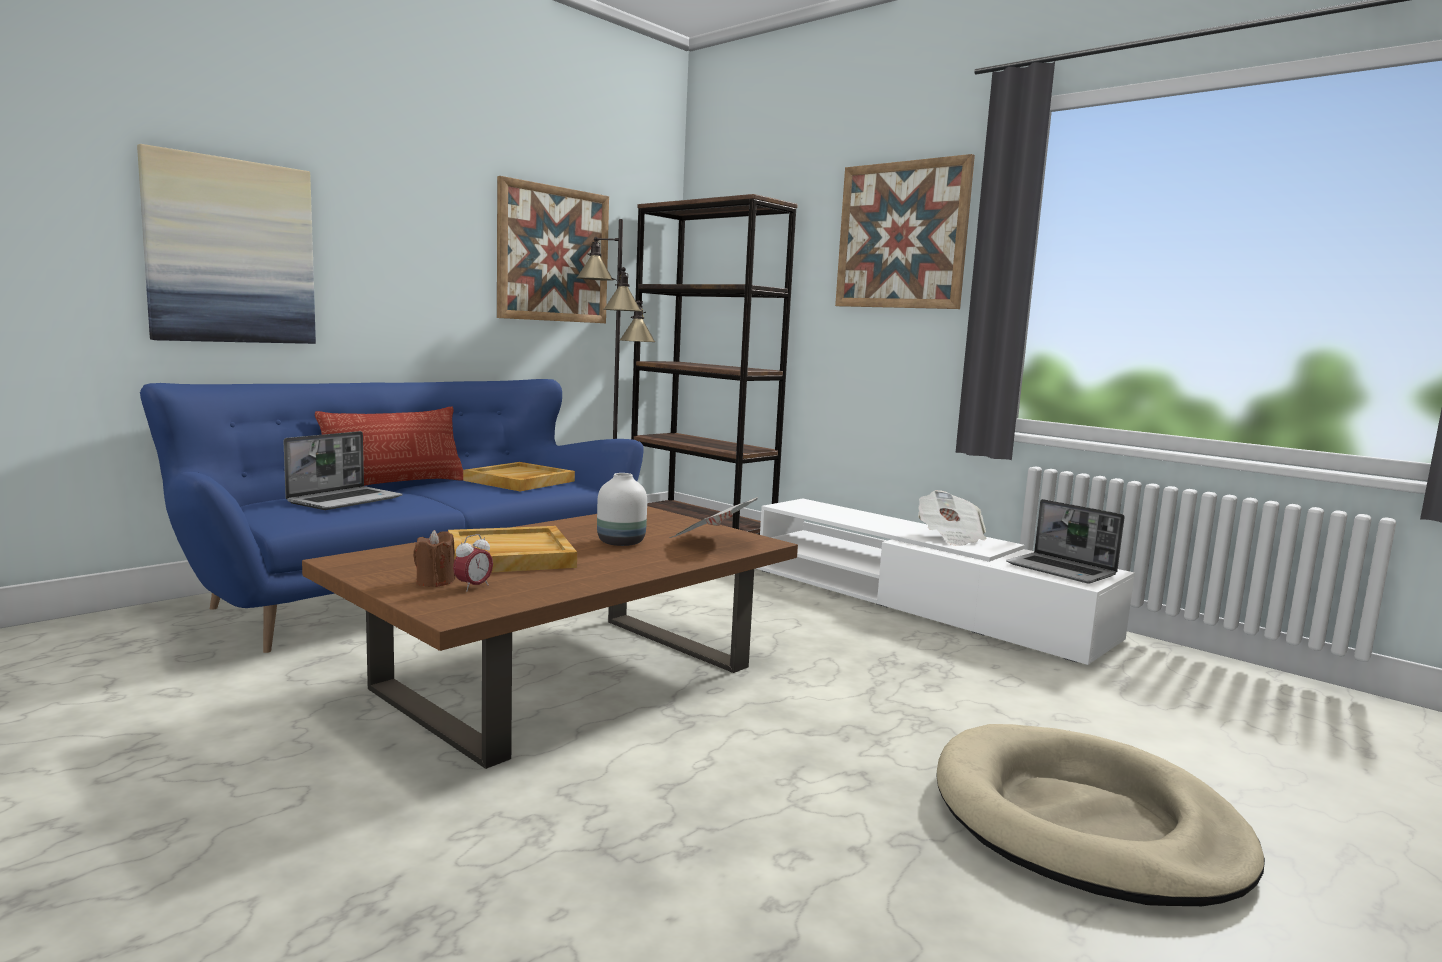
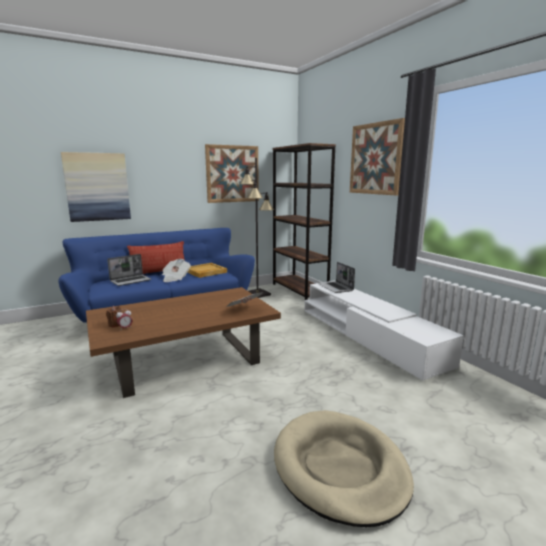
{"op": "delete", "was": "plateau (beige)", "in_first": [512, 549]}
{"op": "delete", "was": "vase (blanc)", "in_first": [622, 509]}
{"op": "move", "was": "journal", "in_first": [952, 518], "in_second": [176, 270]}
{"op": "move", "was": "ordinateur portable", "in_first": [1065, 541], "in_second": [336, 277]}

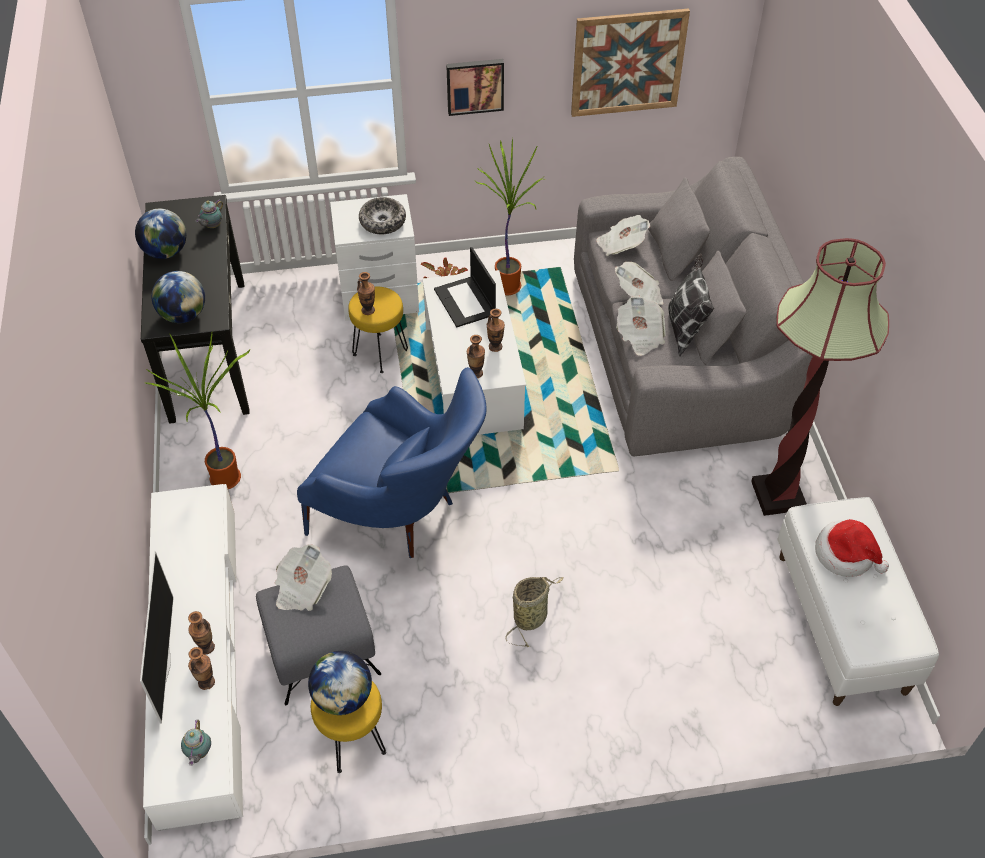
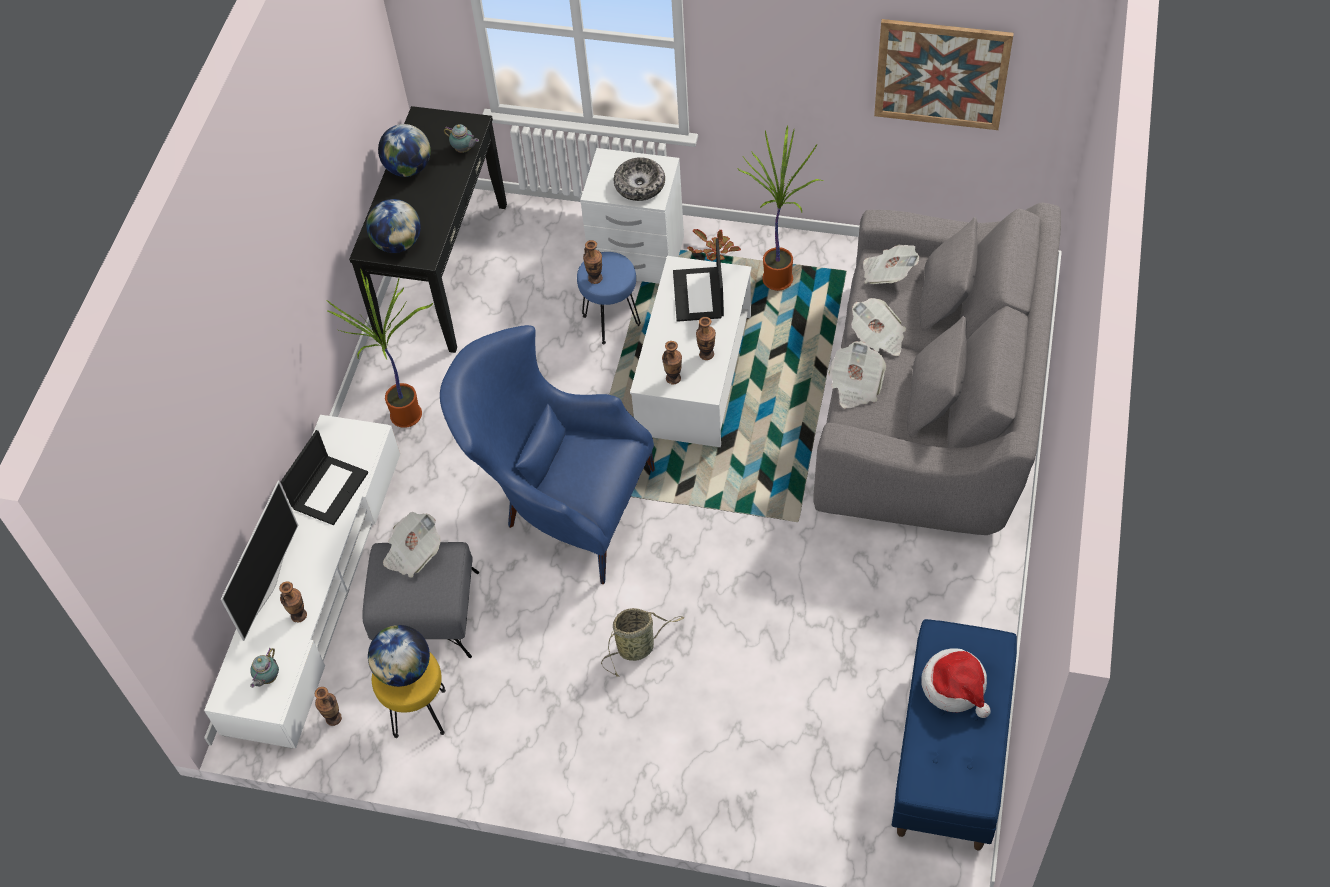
{"op": "move", "was": "vase", "in_first": [201, 633], "in_second": [328, 706]}
{"op": "rotate", "was": "théière", "in_first": [209, 214], "in_second": [461, 138], "clockwise": -120}
{"op": "rotate", "was": "fauteuil (bleu)", "in_first": [392, 462], "in_second": [547, 454], "clockwise": 150}
{"op": "recolor", "was": "tabouret (jaune)", "now": "tabouret (bleu)", "in_first": [378, 330], "in_second": [609, 298]}
{"op": "delete", "was": "tableau", "in_first": [475, 87]}
{"op": "delete", "was": "coussin", "in_first": [691, 304]}
{"op": "delete", "was": "lampadaire", "in_first": [820, 377]}
{"op": "recolor", "was": "banc (blanc)", "now": "banc (bleu)", "in_first": [858, 601], "in_second": [954, 735]}
{"op": "insert", "now": "ordinateur portable", "in_second": [324, 477]}

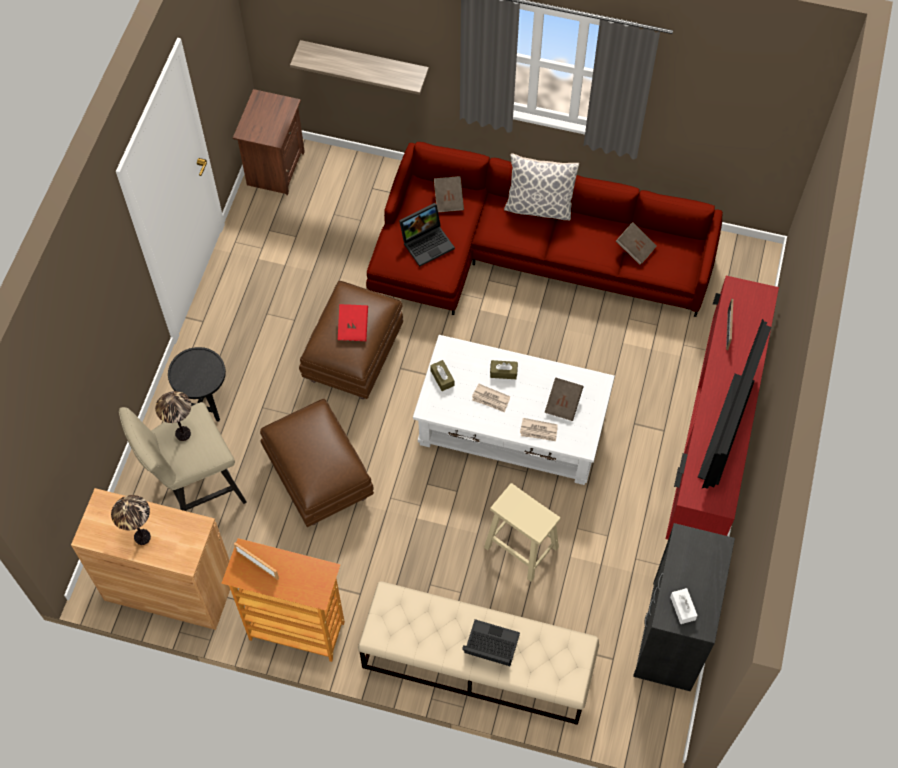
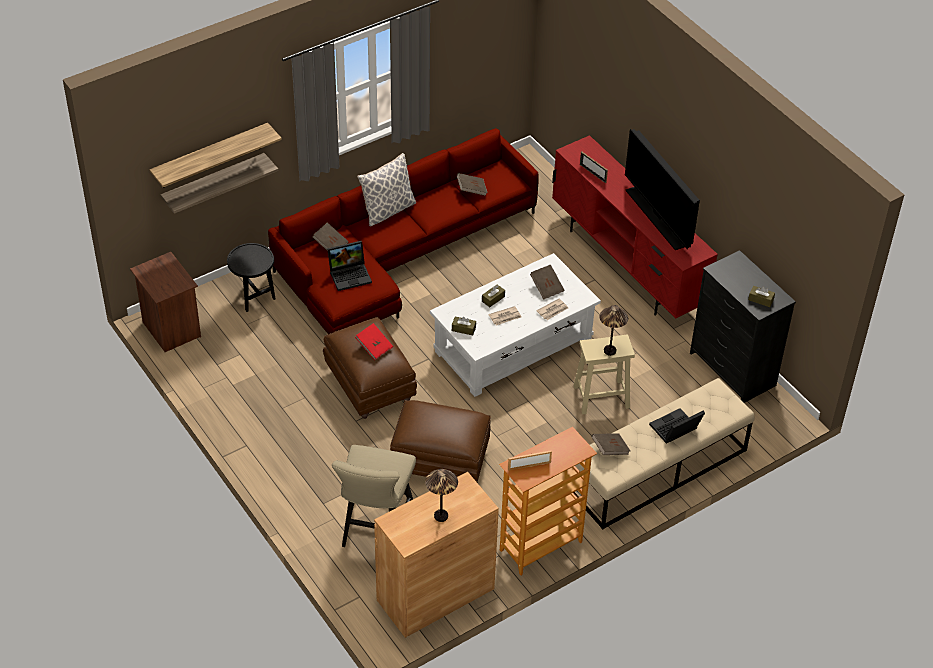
{"op": "move", "was": "lampe de table", "in_first": [173, 416], "in_second": [613, 330]}
{"op": "move", "was": "table d'appoint (noir)", "in_first": [197, 384], "in_second": [251, 277]}
{"op": "rotate", "was": "ordinateur portable", "in_first": [427, 235], "in_second": [349, 266], "clockwise": 60}
{"op": "recolor", "was": "boîte à mouchoirs (blanc)", "now": "boîte à mouchoirs (marron)", "in_first": [684, 606], "in_second": [761, 296]}
{"op": "insert", "now": "étagère", "in_second": [215, 155]}
{"op": "insert", "now": "livre (marron)", "in_second": [611, 444]}

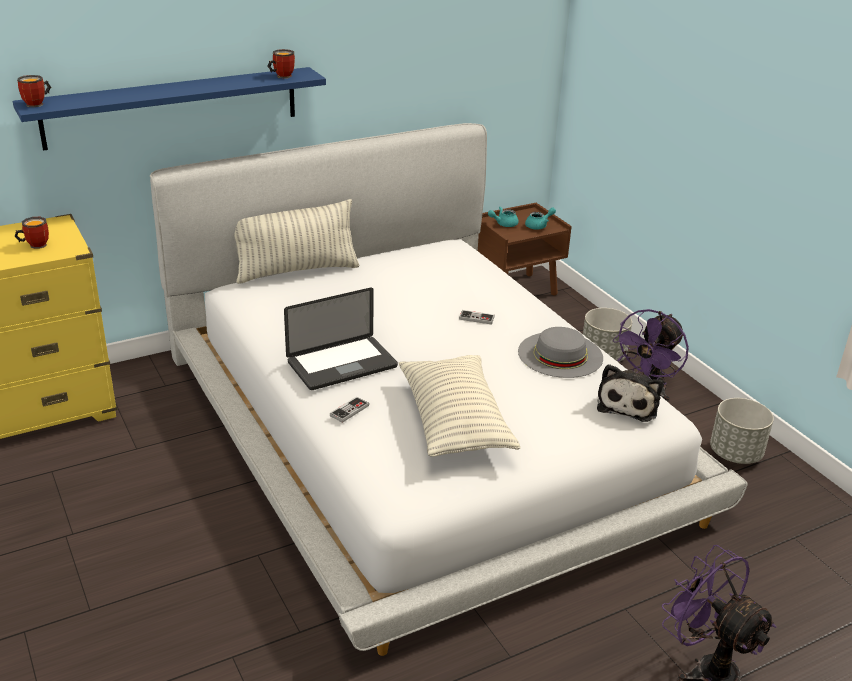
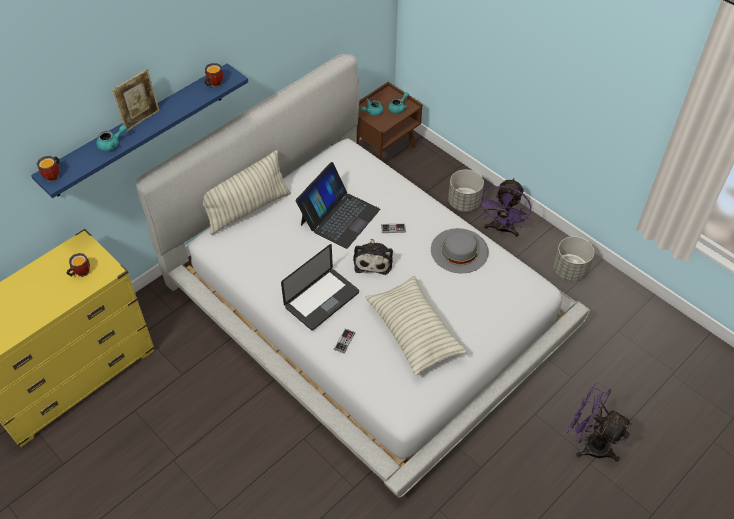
{"op": "move", "was": "peluche", "in_first": [630, 393], "in_second": [373, 257]}
{"op": "insert", "now": "théière (turquoise)", "in_second": [112, 138]}
{"op": "insert", "now": "cadre photo", "in_second": [136, 100]}
{"op": "insert", "now": "ordinateur portable", "in_second": [338, 205]}

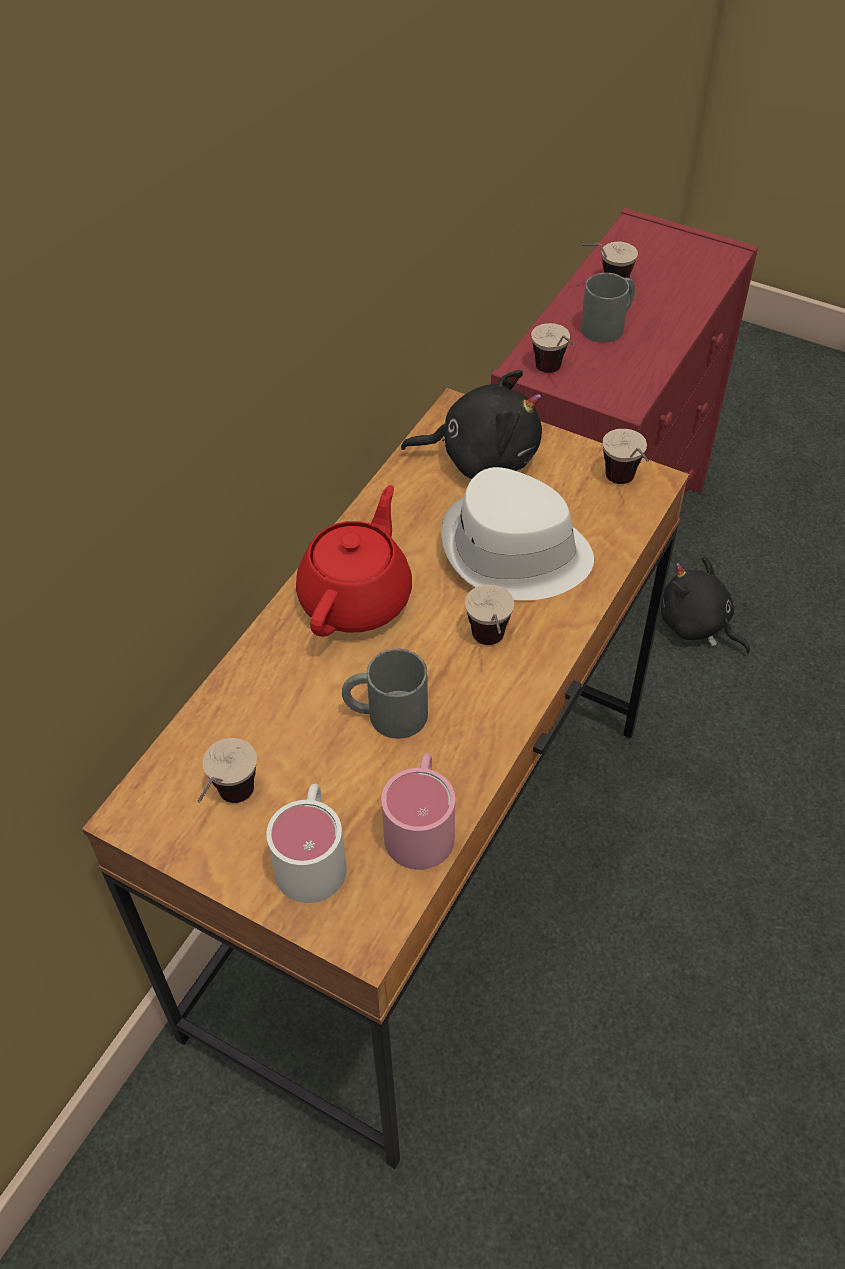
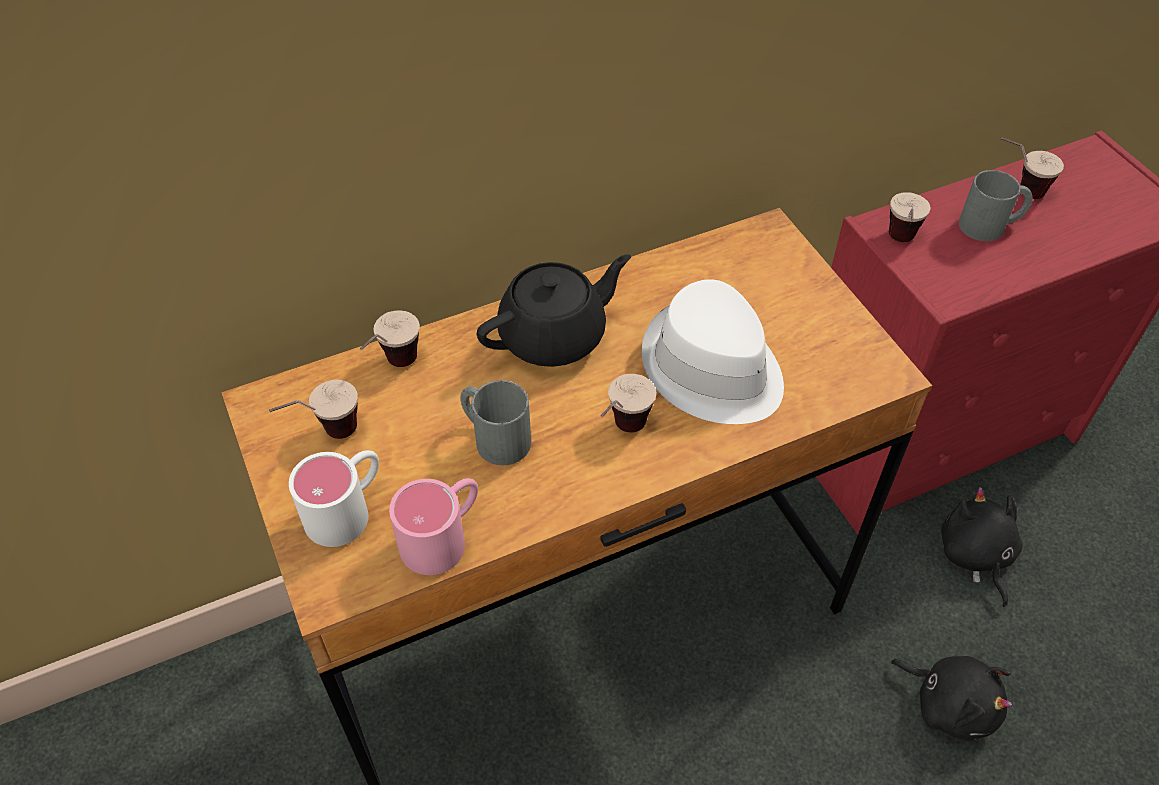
{"op": "recolor", "was": "théière (rouge)", "now": "théière (noir)", "in_first": [354, 561], "in_second": [553, 310]}
{"op": "move", "was": "peluche (noir)", "in_first": [471, 424], "in_second": [951, 698]}
{"op": "move", "was": "tasse", "in_first": [626, 456], "in_second": [390, 338]}

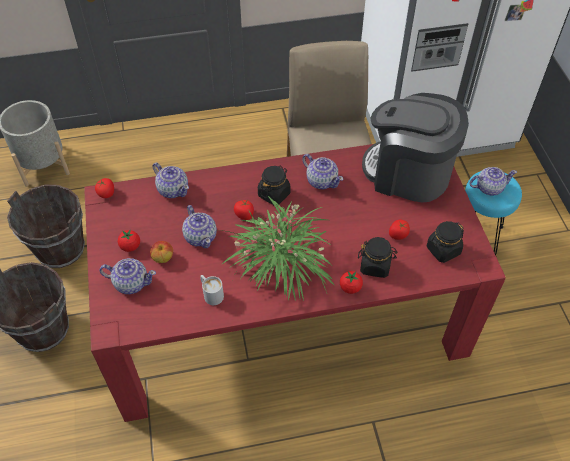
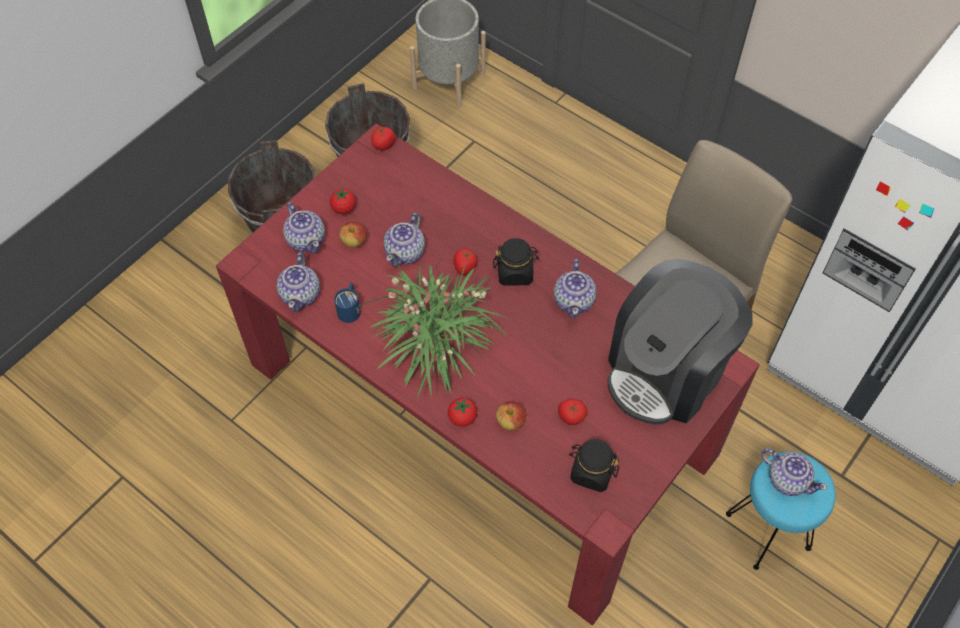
{"op": "move", "was": "théière", "in_first": [170, 180], "in_second": [298, 282]}
{"op": "recolor", "was": "mug (blanc)", "now": "mug (bleu)", "in_first": [212, 290], "in_second": [347, 303]}
{"op": "replace", "was": "bocal (noir)", "now": "pomme", "in_first": [378, 257], "in_second": [511, 416]}
{"op": "rotate", "was": "machine à café", "in_first": [415, 148], "in_second": [680, 342], "clockwise": -120}

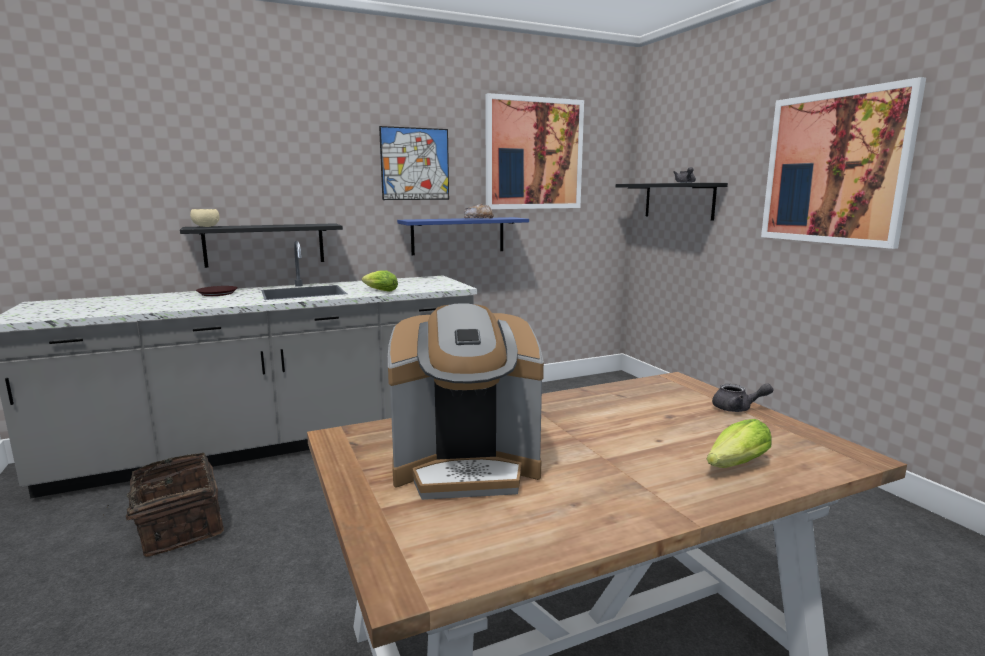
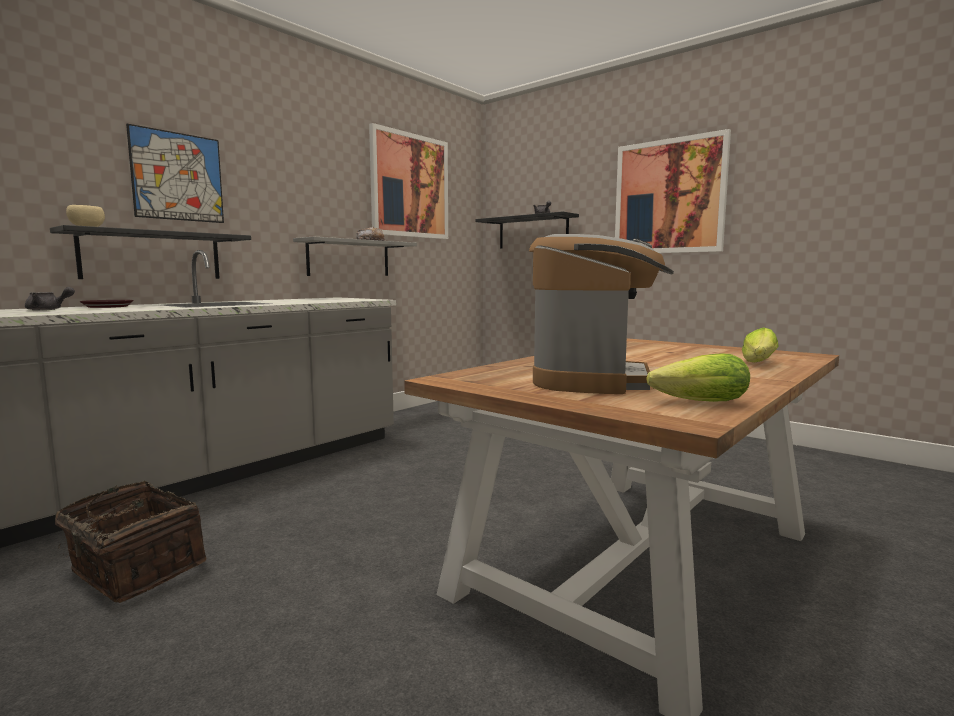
{"op": "move", "was": "laitue", "in_first": [380, 280], "in_second": [698, 377]}
{"op": "move", "was": "tableau", "in_first": [414, 163], "in_second": [175, 173]}
{"op": "rotate", "was": "machine à café", "in_first": [466, 401], "in_second": [601, 314], "clockwise": -45}
{"op": "recolor", "was": "étagère (bleu)", "now": "étagère (gris)", "in_first": [463, 236], "in_second": [355, 256]}
{"op": "move", "was": "théière (gris)", "in_first": [742, 397], "in_second": [50, 298]}

